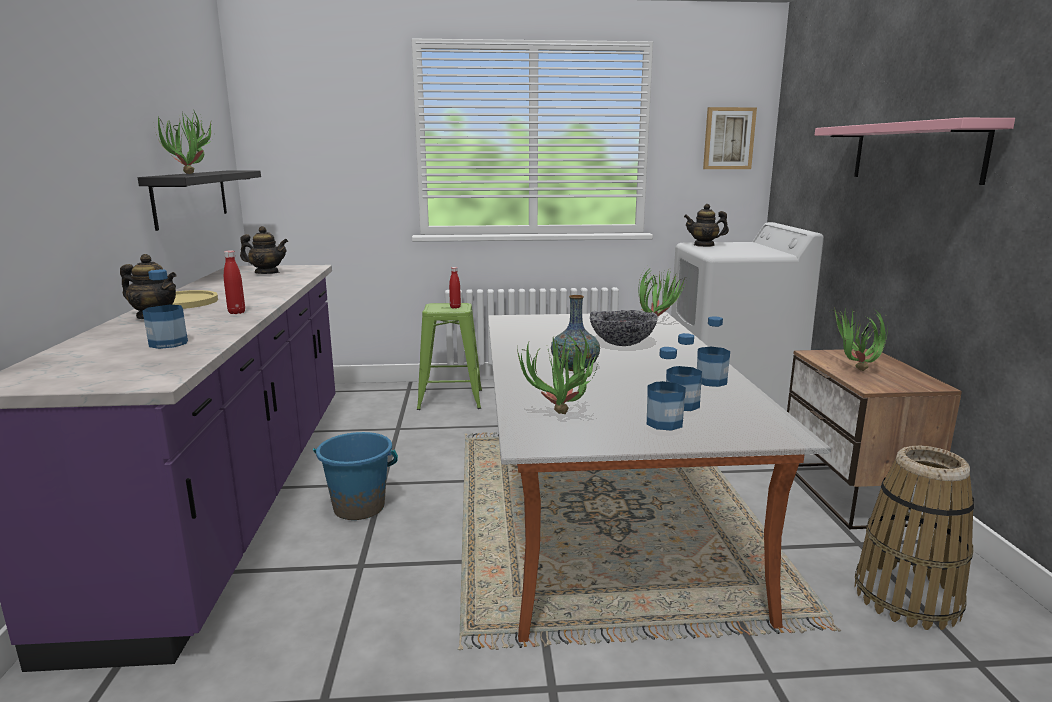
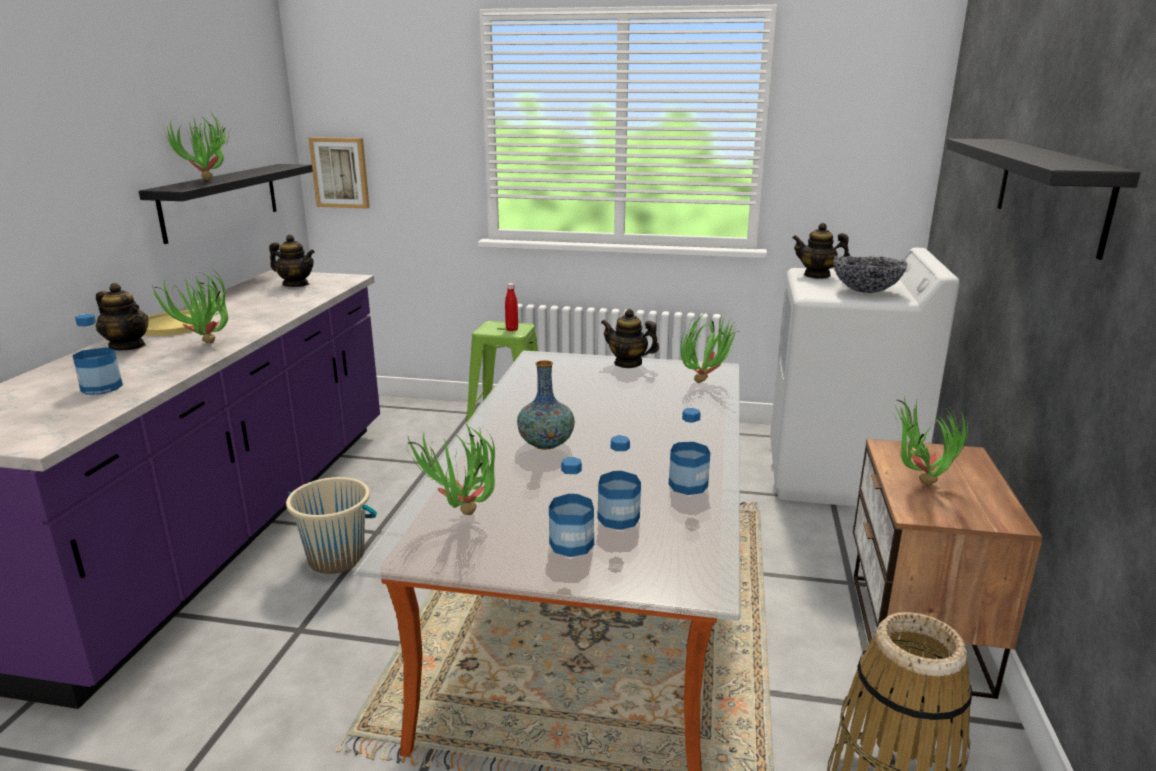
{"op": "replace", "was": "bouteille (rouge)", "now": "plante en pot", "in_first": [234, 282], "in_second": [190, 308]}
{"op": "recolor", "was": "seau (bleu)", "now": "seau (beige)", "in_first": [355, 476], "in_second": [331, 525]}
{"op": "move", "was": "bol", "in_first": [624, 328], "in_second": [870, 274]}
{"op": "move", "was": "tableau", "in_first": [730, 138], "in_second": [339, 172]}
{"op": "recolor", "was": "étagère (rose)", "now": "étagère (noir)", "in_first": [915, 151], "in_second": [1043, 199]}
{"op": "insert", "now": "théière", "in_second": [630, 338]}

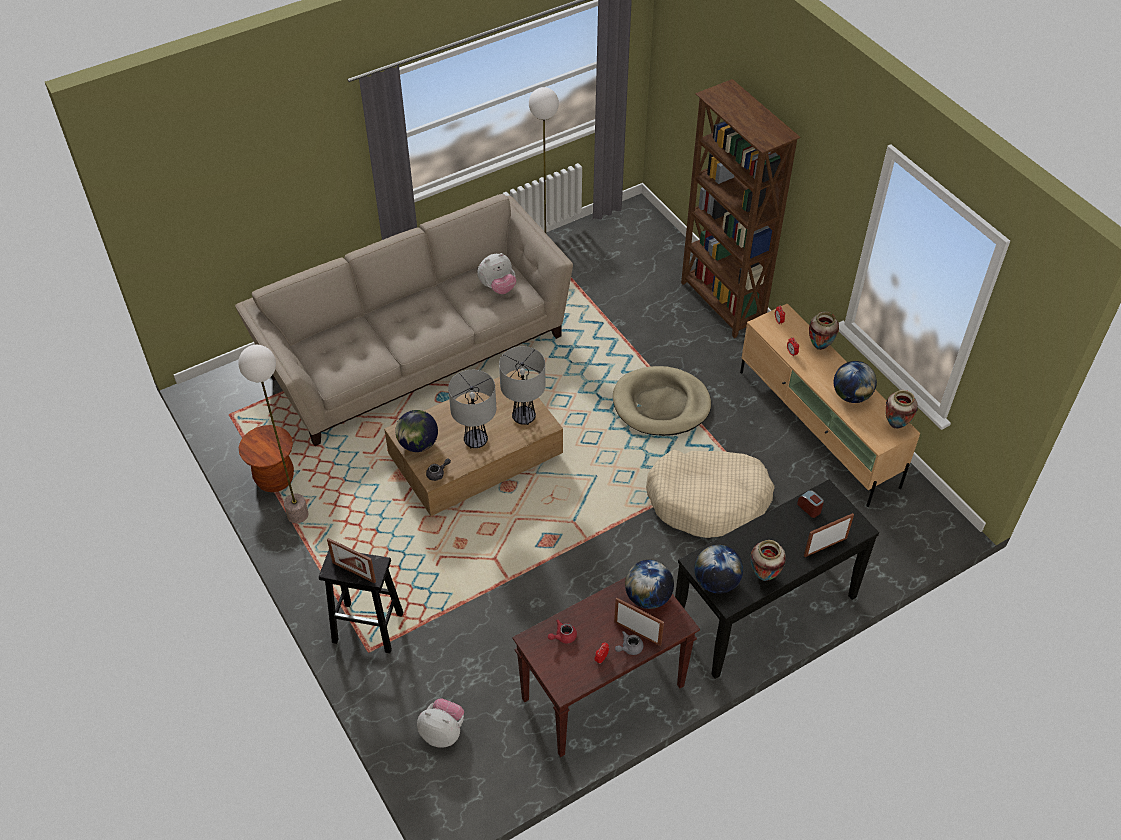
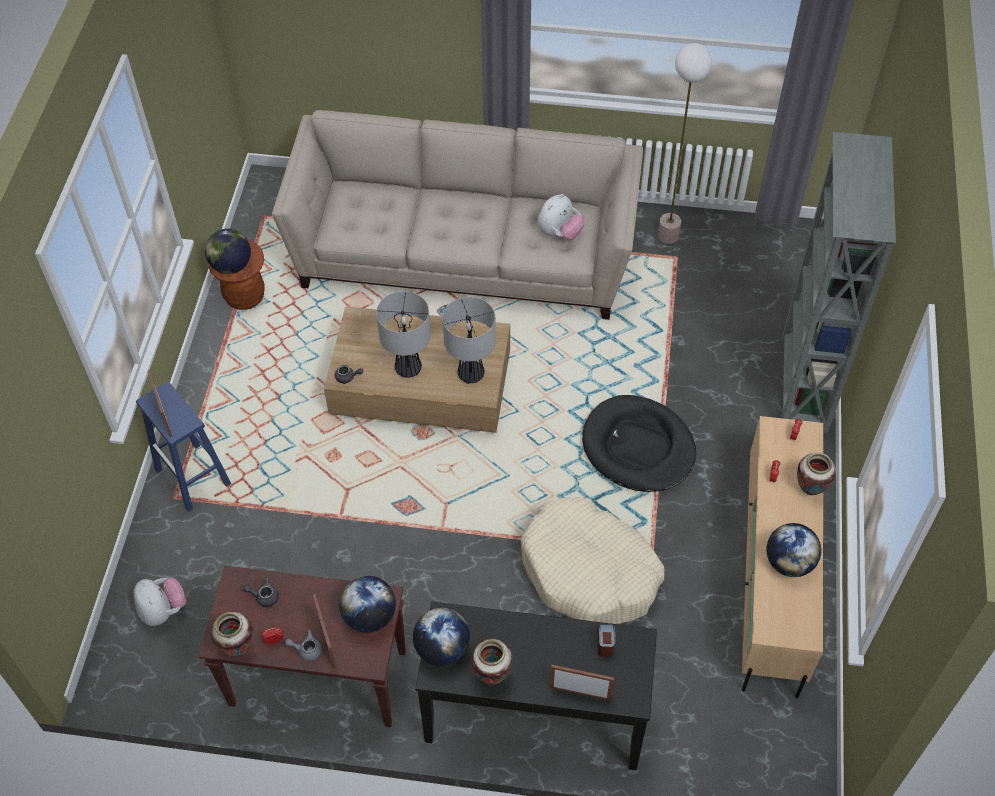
{"op": "delete", "was": "lampadaire", "in_first": [273, 434]}
{"op": "recolor", "was": "tabouret (noir)", "now": "tabouret (bleu)", "in_first": [361, 601], "in_second": [183, 446]}
{"op": "move", "was": "globe", "in_first": [416, 431], "in_second": [228, 251]}
{"op": "rotate", "was": "peluche", "in_first": [496, 273], "in_second": [561, 217], "clockwise": -60}
{"op": "recolor", "was": "théière (rouge)", "now": "théière (gris)", "in_first": [562, 631], "in_second": [260, 592]}
{"op": "recolor", "was": "panier pour chien (beige)", "now": "panier pour chien (noir)", "in_first": [662, 401], "in_second": [639, 443]}
{"op": "recolor", "was": "bibliothèque (marron)", "now": "bibliothèque (gris)", "in_first": [741, 208], "in_second": [838, 282]}
{"op": "move", "was": "vase", "in_first": [901, 409], "in_second": [232, 634]}

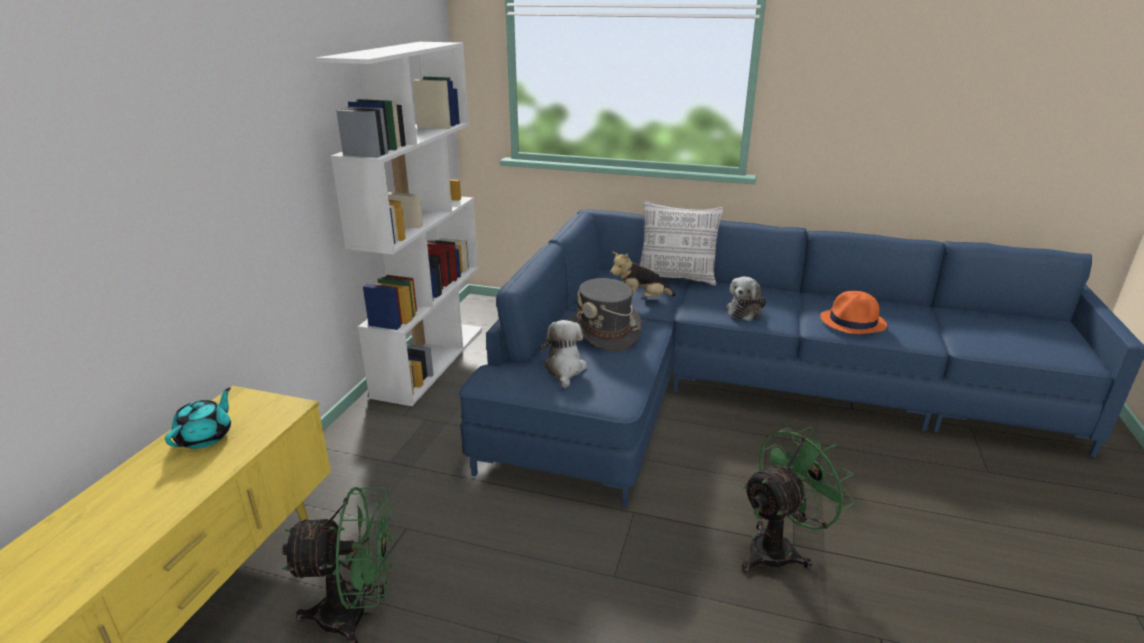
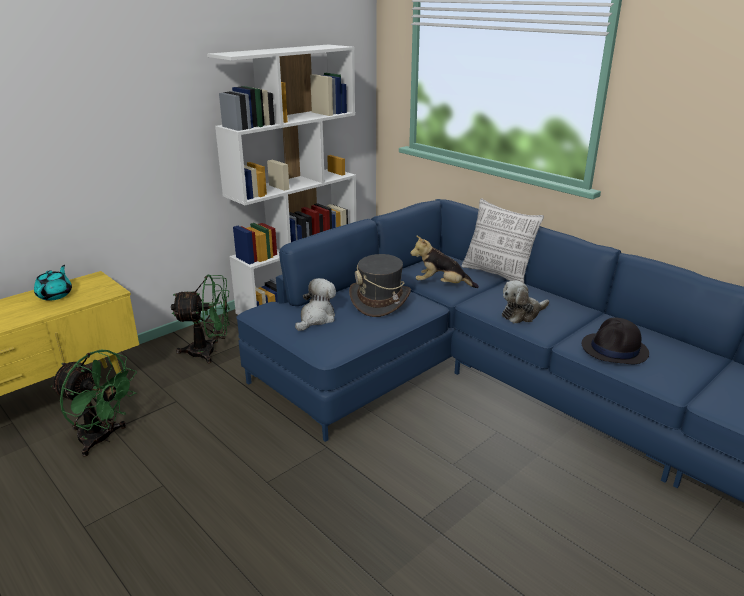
{"op": "rotate", "was": "théière (turquoise)", "in_first": [198, 418], "in_second": [53, 283], "clockwise": -45}
{"op": "move", "was": "ventilateur (vert)", "in_first": [798, 499], "in_second": [200, 319]}
{"op": "recolor", "was": "chapeau (orange)", "now": "chapeau (noir)", "in_first": [853, 312], "in_second": [615, 341]}

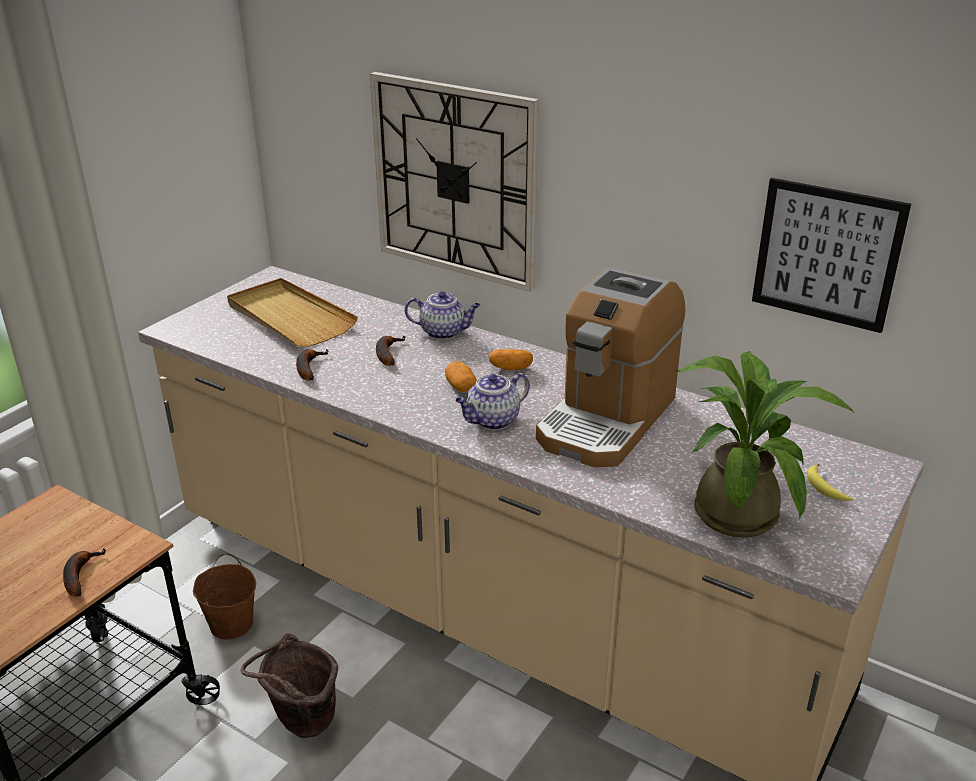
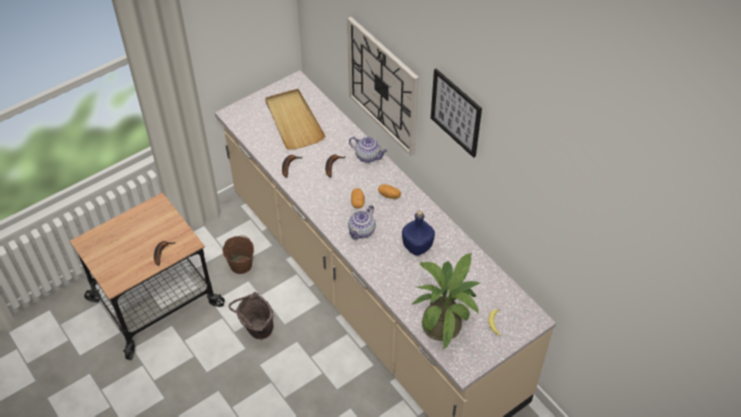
{"op": "rotate", "was": "théière", "in_first": [492, 401], "in_second": [362, 222], "clockwise": -45}
{"op": "replace", "was": "machine à café", "now": "bouteille (bleu)", "in_first": [610, 367], "in_second": [418, 232]}
{"op": "move", "was": "tableau", "in_first": [831, 255], "in_second": [456, 113]}

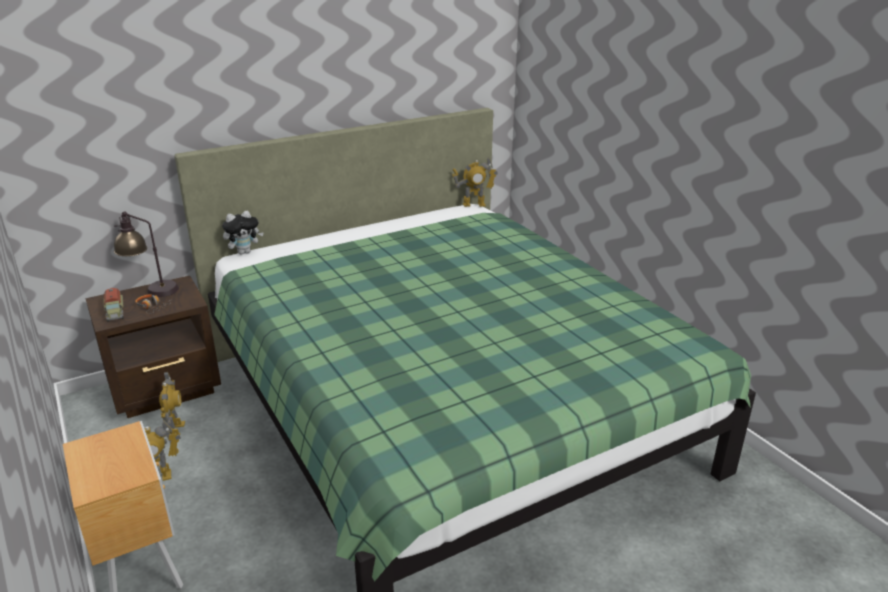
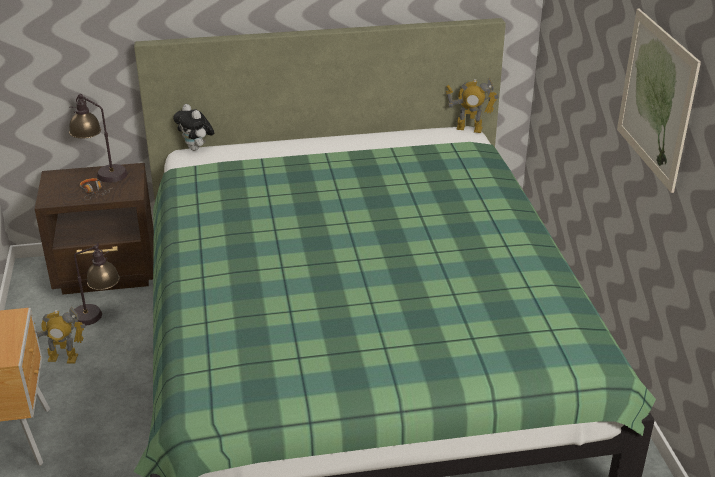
{"op": "delete", "was": "camion jouet", "in_first": [114, 305]}
{"op": "replace", "was": "robot jouet", "now": "lampe de table", "in_first": [172, 403], "in_second": [97, 284]}
{"op": "rotate", "was": "peluche", "in_first": [243, 233], "in_second": [193, 127], "clockwise": 60}
{"op": "insert", "now": "tableau", "in_second": [659, 101]}

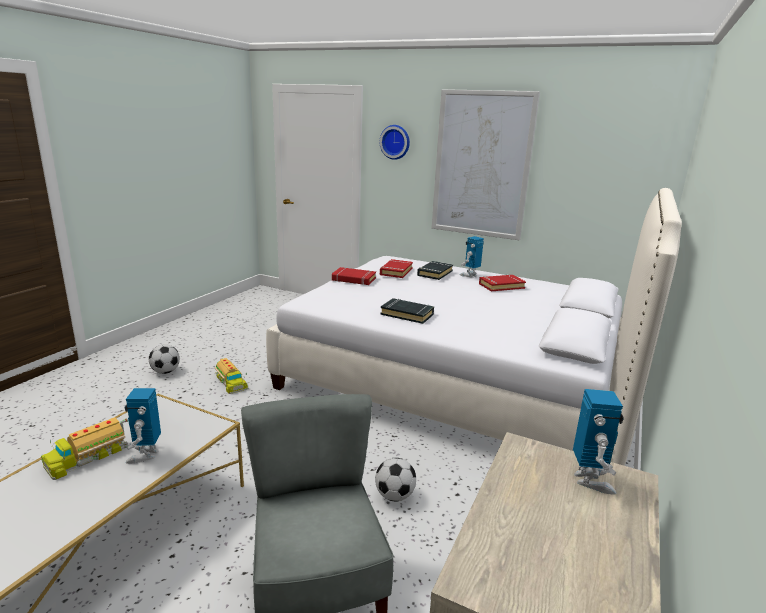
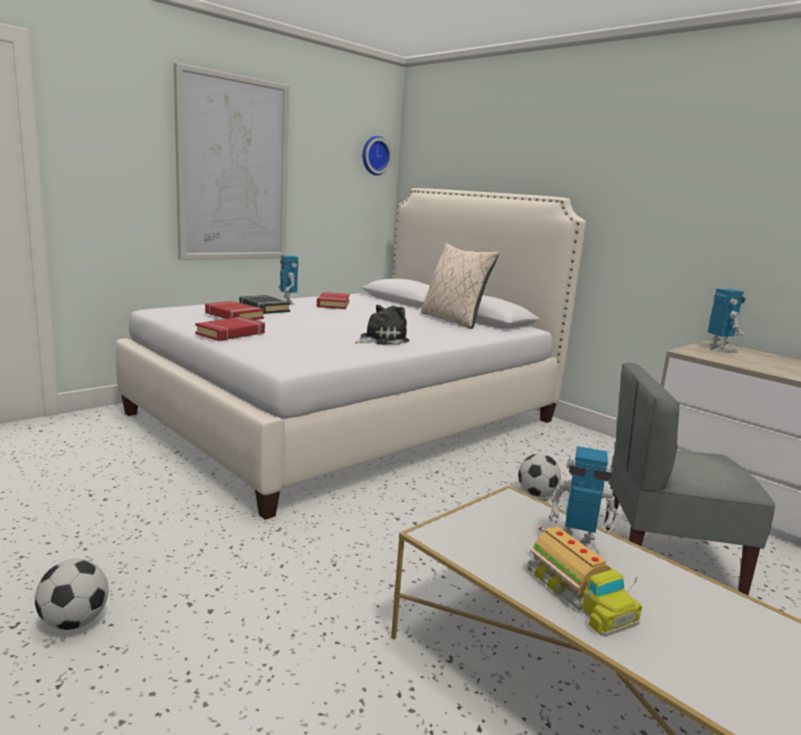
{"op": "delete", "was": "camion jouet", "in_first": [231, 376]}
{"op": "move", "was": "horloge murale", "in_first": [395, 142], "in_second": [377, 155]}
{"op": "replace", "was": "livre (noir)", "now": "peluche", "in_first": [407, 311], "in_second": [382, 325]}
{"op": "rotate", "was": "robot jouet", "in_first": [598, 441], "in_second": [726, 320], "clockwise": 45}
{"op": "insert", "now": "coussin (beige)", "in_second": [460, 286]}

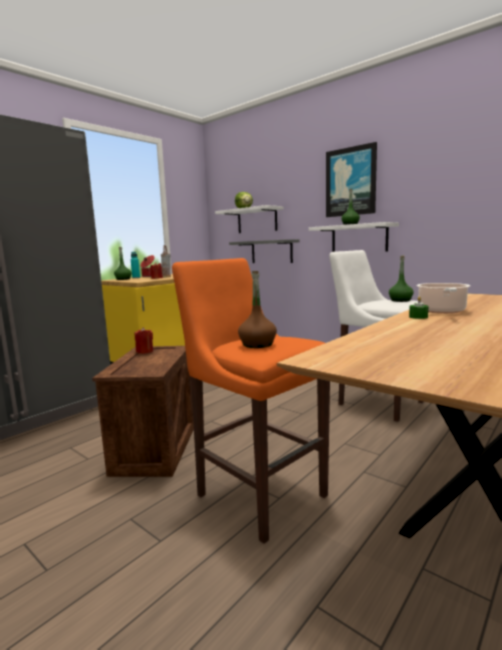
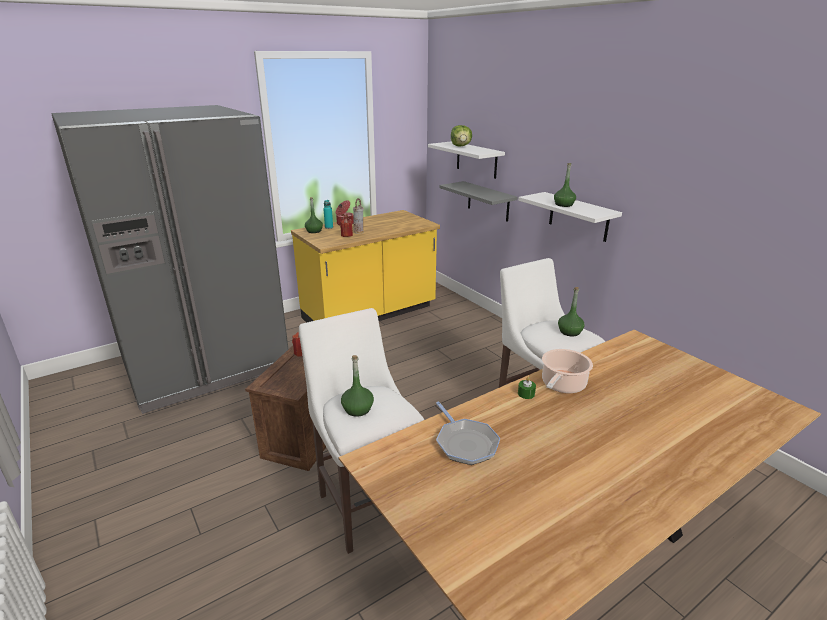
{"op": "recolor", "was": "tabouret (orange)", "now": "tabouret (blanc)", "in_first": [251, 401], "in_second": [361, 431]}
{"op": "recolor", "was": "bouteille (marron)", "now": "bouteille (vert)", "in_first": [257, 309], "in_second": [357, 386]}
{"op": "delete", "was": "tableau", "in_first": [351, 179]}
{"op": "insert", "now": "poêle", "in_second": [468, 433]}

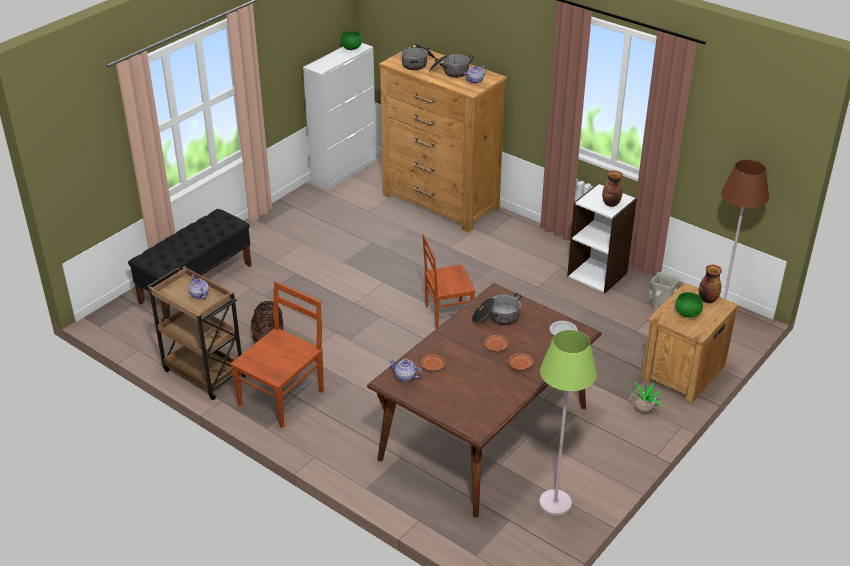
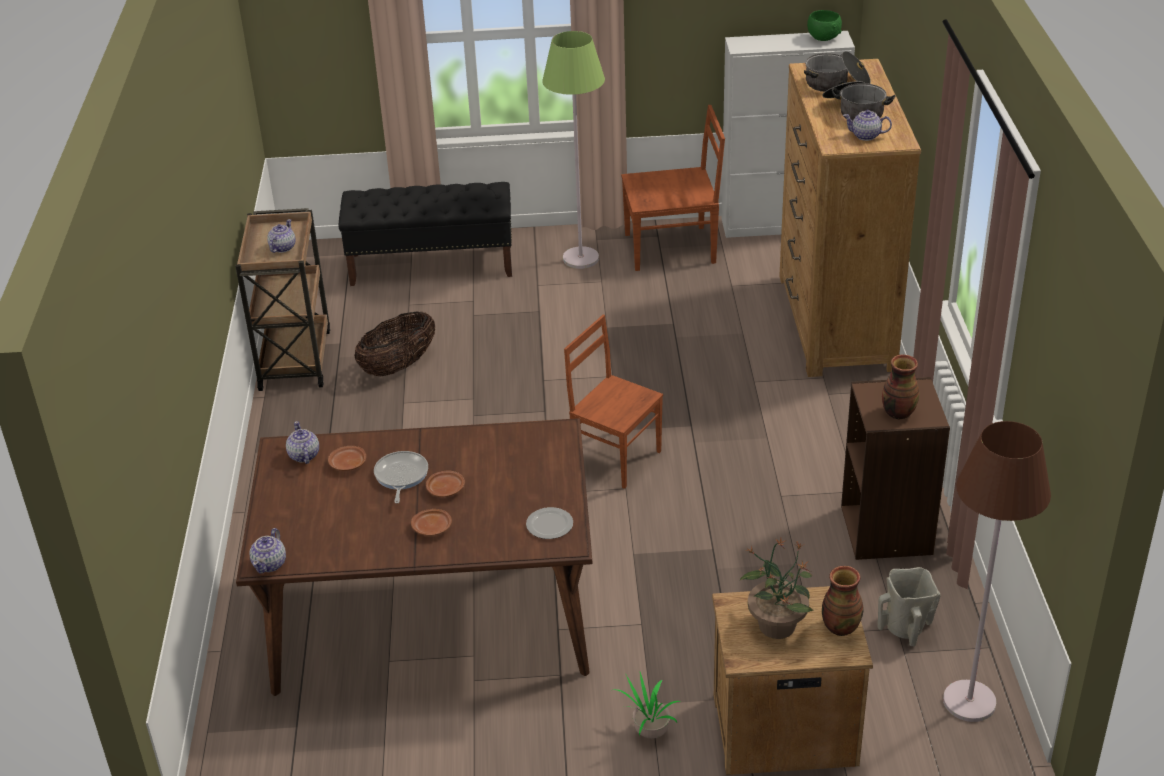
{"op": "move", "was": "chaise (marron)", "in_first": [277, 354], "in_second": [673, 188]}
{"op": "delete", "was": "marmite", "in_first": [496, 309]}
{"op": "move", "was": "lampadaire (vert)", "in_first": [568, 423], "in_second": [573, 150]}
{"op": "recolor", "was": "bibliothèque (blanc)", "now": "bibliothèque (marron)", "in_first": [602, 238], "in_second": [895, 468]}
{"op": "replace", "was": "bol (vert)", "now": "plante en pot", "in_first": [689, 305], "in_second": [776, 588]}
{"op": "insert", "now": "théière", "in_second": [268, 551]}
{"op": "insert", "now": "poêle", "in_second": [401, 477]}

